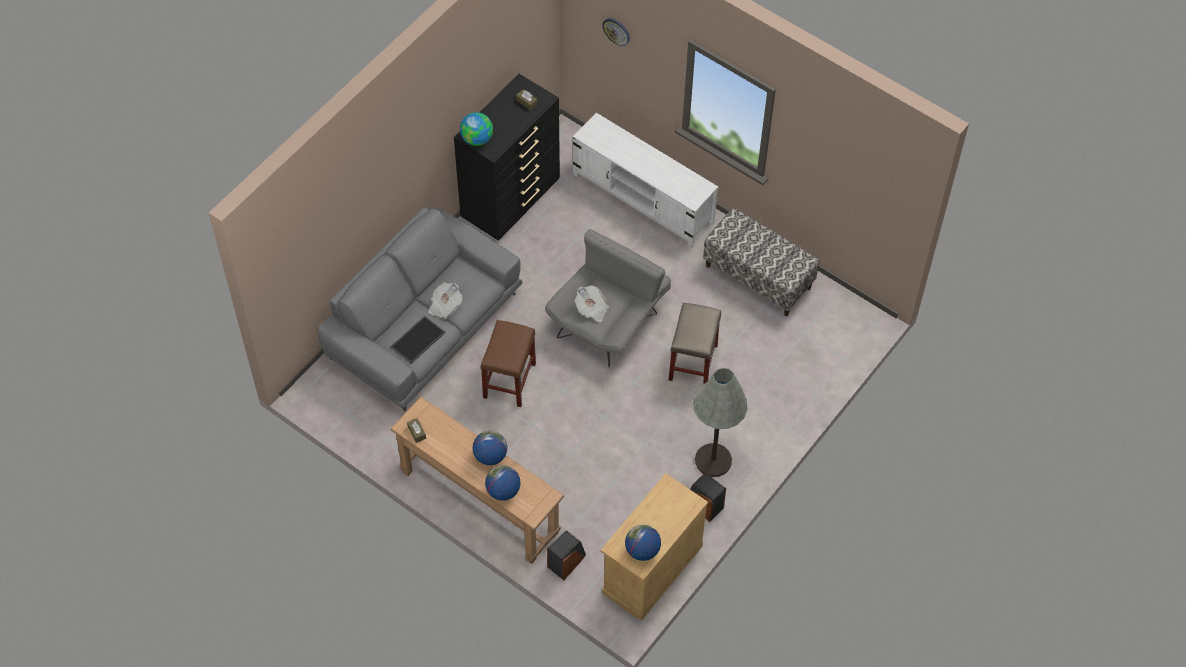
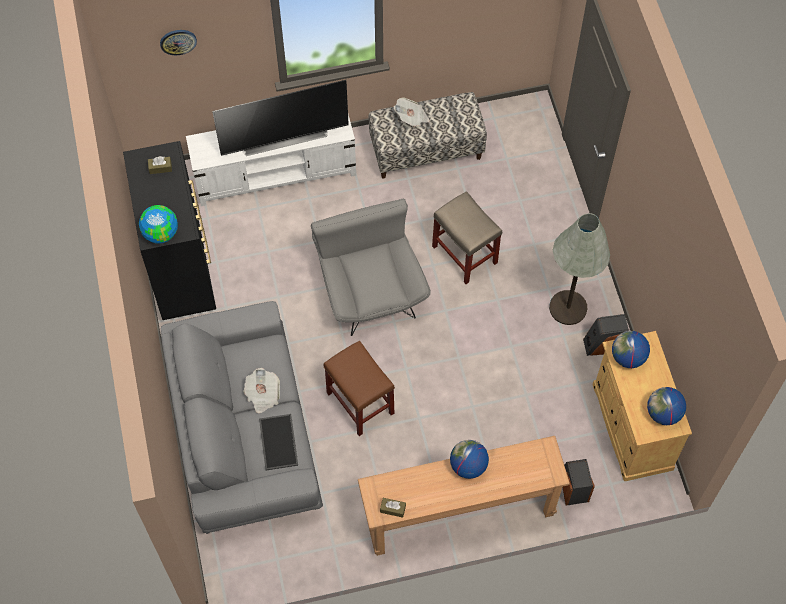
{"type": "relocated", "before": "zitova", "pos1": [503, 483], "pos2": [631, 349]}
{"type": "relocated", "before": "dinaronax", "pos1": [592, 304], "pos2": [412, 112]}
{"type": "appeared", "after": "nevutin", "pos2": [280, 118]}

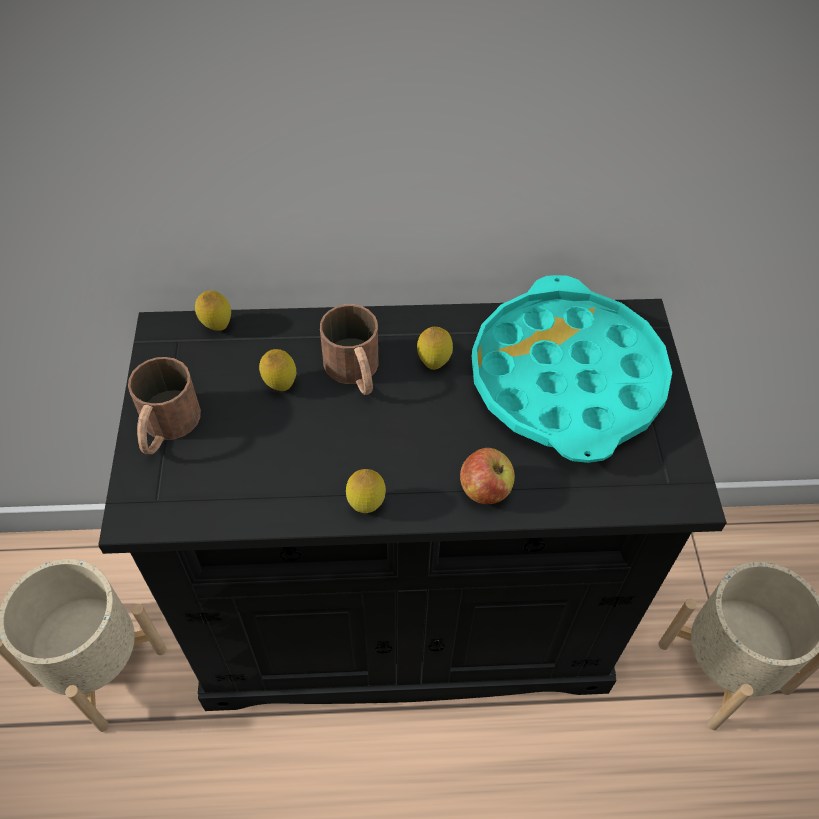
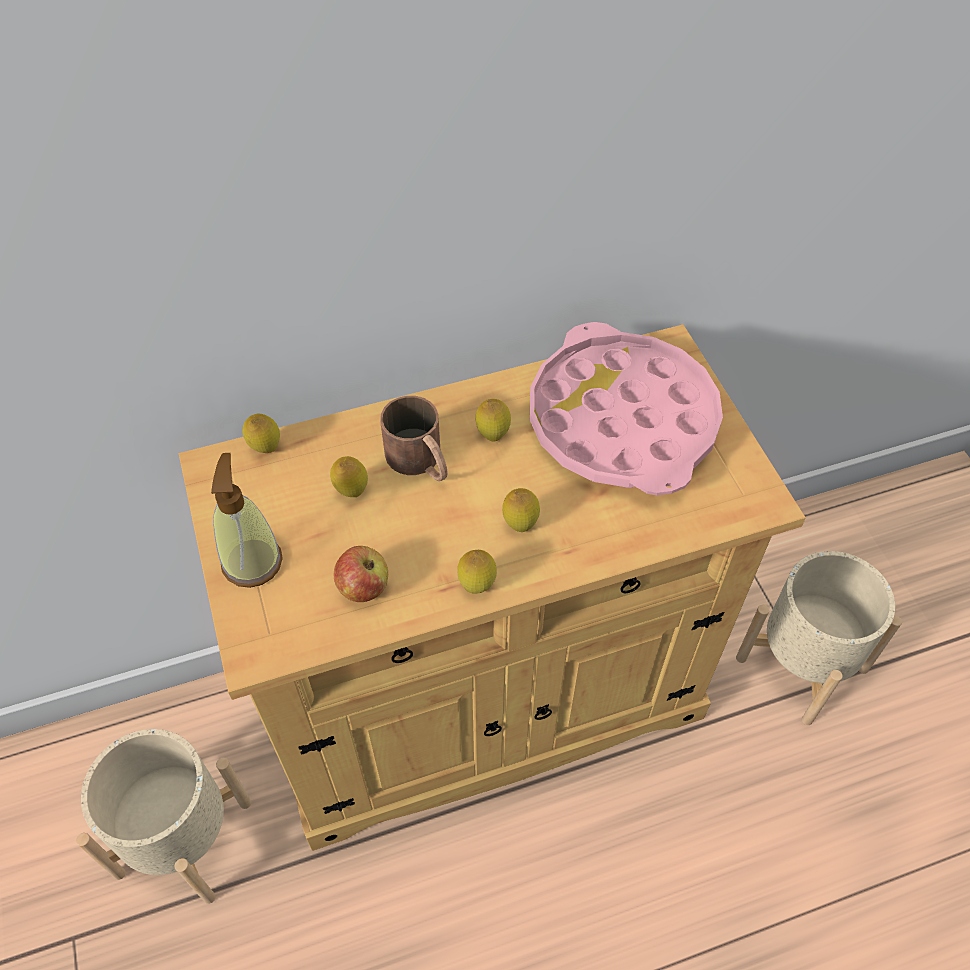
{"type": "colour", "before": "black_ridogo", "after": "beige_ridogo", "pos1": [412, 505], "pos2": [492, 587]}
{"type": "exchanged", "before": "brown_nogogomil", "after": "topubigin", "pos1": [164, 405], "pos2": [247, 520]}
{"type": "relocated", "before": "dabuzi", "pos1": [487, 476], "pos2": [361, 574]}
{"type": "colour", "before": "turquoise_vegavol", "after": "pink_vegavol", "pos1": [572, 369], "pos2": [626, 409]}
{"type": "appeared", "after": "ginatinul", "pos2": [521, 510]}

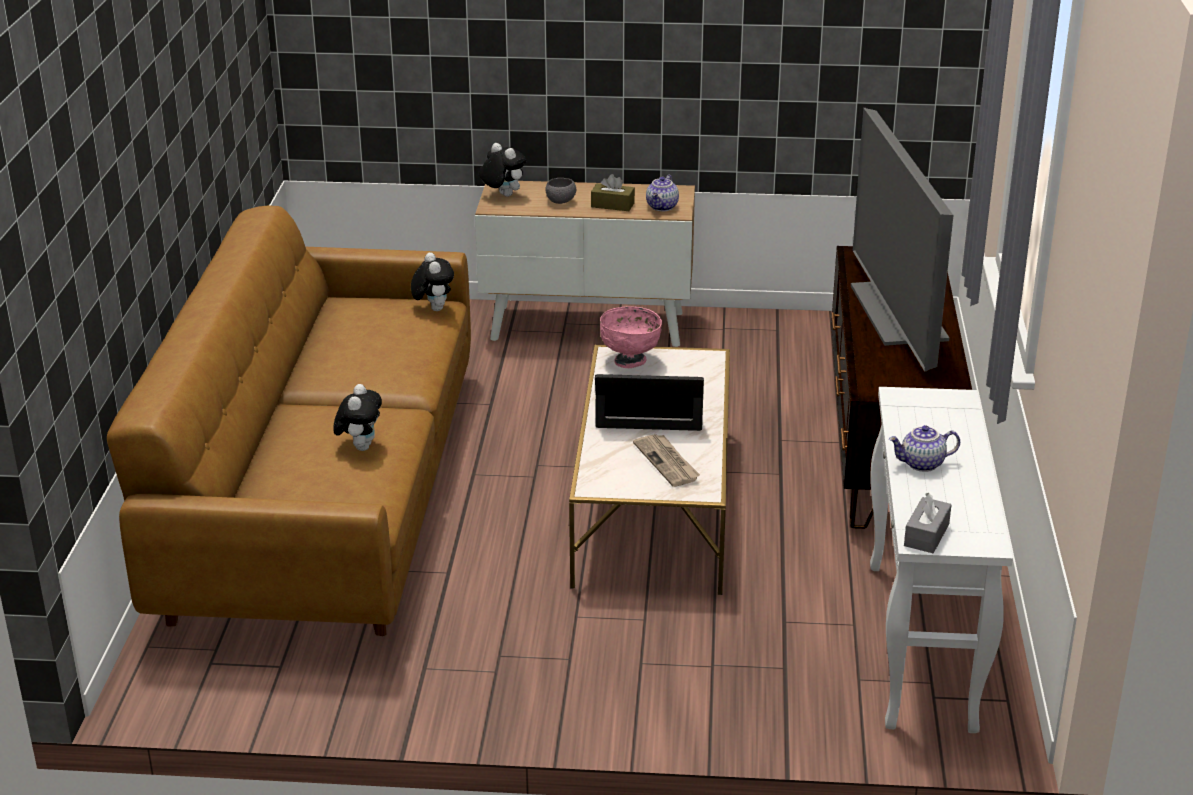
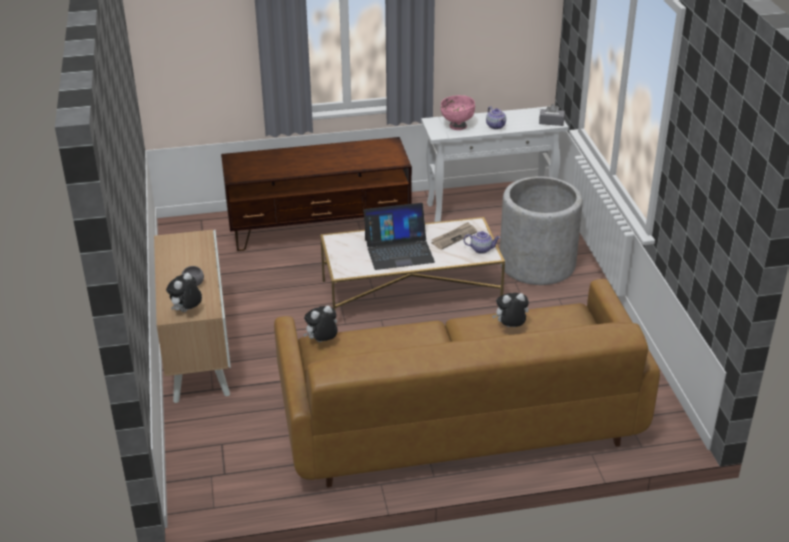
{"type": "missing", "before": "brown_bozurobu", "pos1": [613, 192]}
{"type": "spun", "before": "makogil", "pos1": [649, 402], "pos2": [399, 236], "turn": -90}
{"type": "relocated", "before": "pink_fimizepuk", "pos1": [631, 337], "pos2": [458, 112]}
{"type": "relocated", "before": "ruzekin", "pos1": [662, 193], "pos2": [482, 242]}
{"type": "missing", "before": "nevutin", "pos1": [902, 240]}
{"type": "appeared", "after": "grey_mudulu", "pos2": [541, 230]}

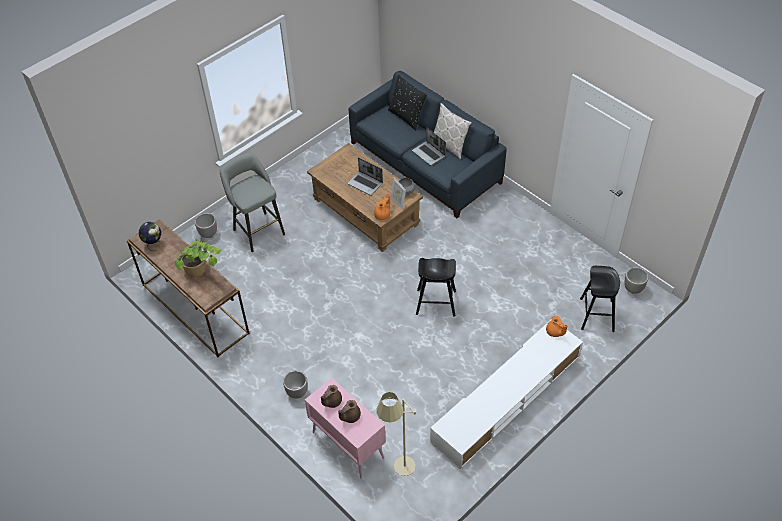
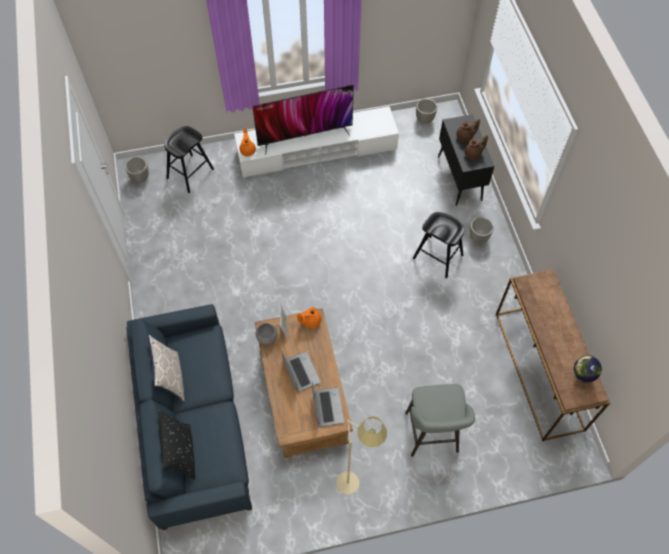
{"type": "missing", "before": "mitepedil", "pos1": [198, 257]}
{"type": "relocated", "before": "mudulu", "pos1": [206, 225], "pos2": [426, 111]}
{"type": "colour", "before": "pink_ridogo", "after": "black_ridogo", "pos1": [345, 428], "pos2": [466, 160]}
{"type": "relocated", "before": "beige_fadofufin", "pos1": [396, 434], "pos2": [362, 455]}
{"type": "relocated", "before": "makogil", "pos1": [429, 146], "pos2": [328, 404]}
{"type": "relocated", "before": "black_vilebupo", "pos1": [436, 287], "pos2": [439, 245]}
{"type": "appeared", "after": "nevutin", "pos2": [303, 117]}

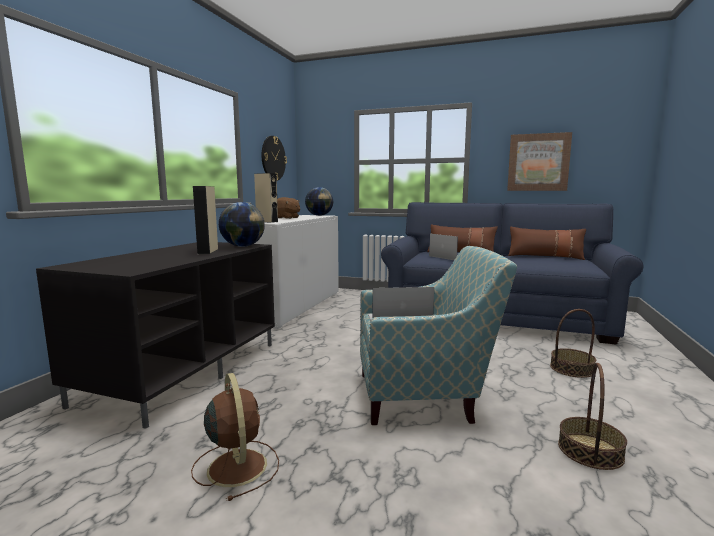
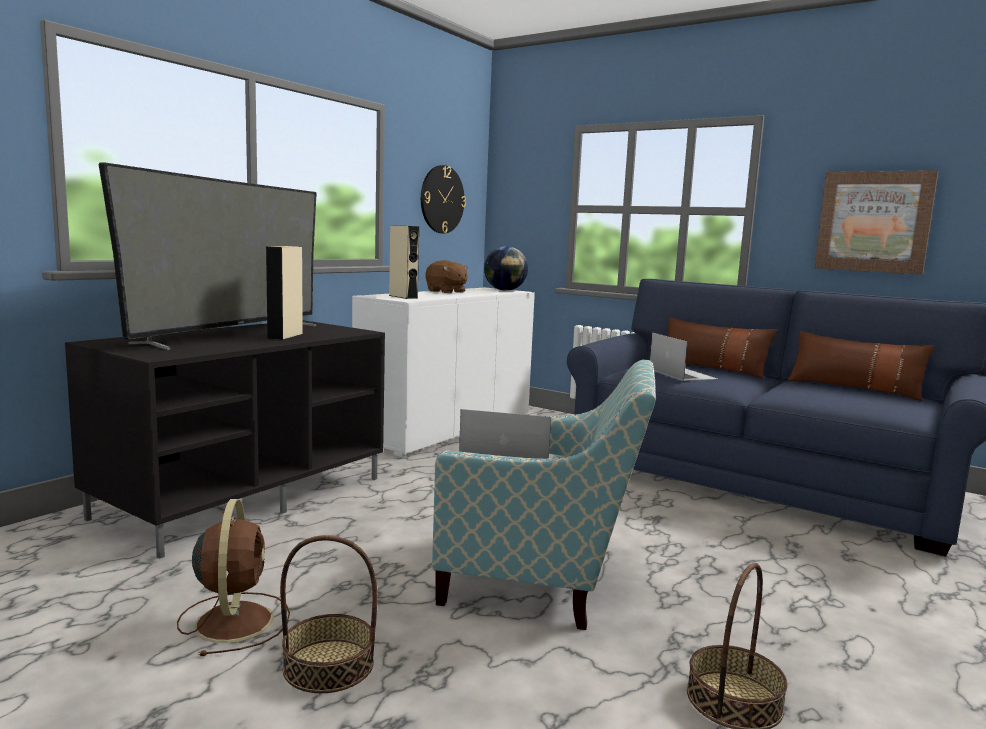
{"type": "missing", "before": "zitova", "pos1": [242, 224]}
{"type": "relocated", "before": "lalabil", "pos1": [573, 343], "pos2": [329, 614]}
{"type": "appeared", "after": "nevutin", "pos2": [208, 256]}

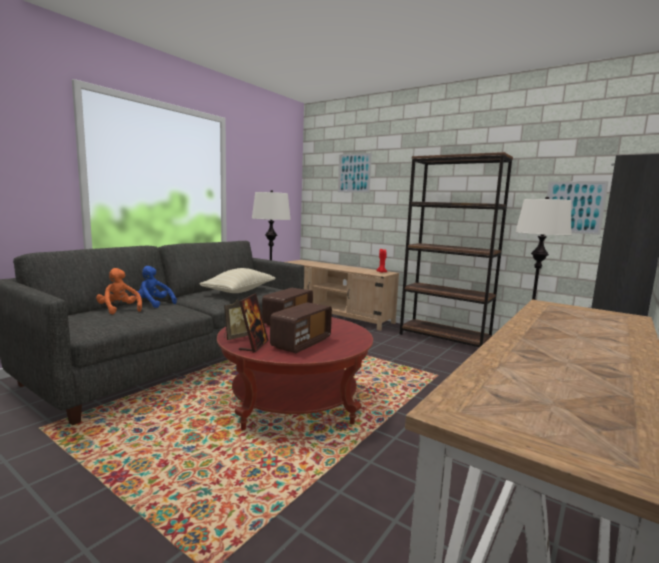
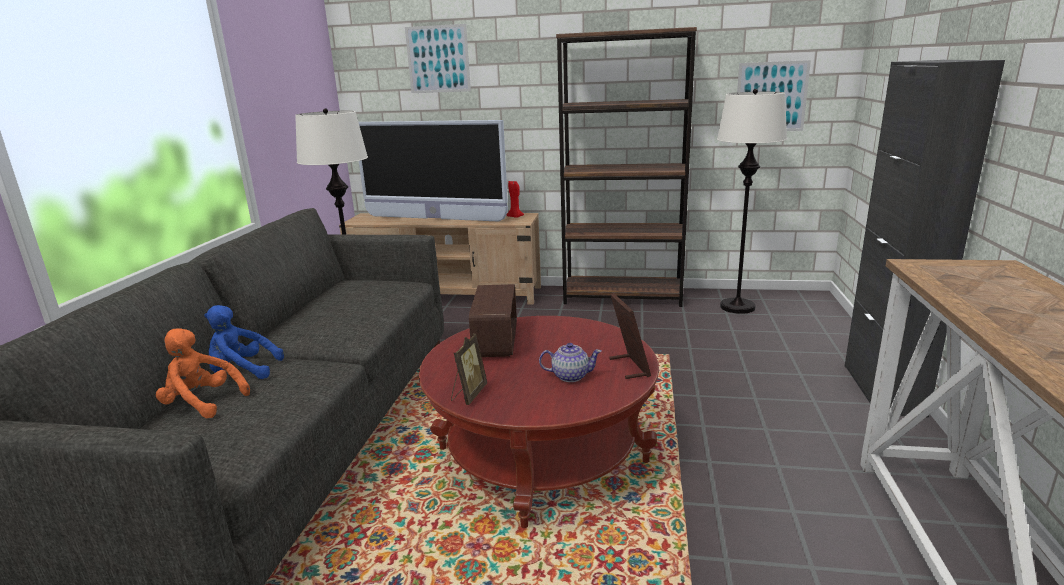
{"type": "missing", "before": "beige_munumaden", "pos1": [237, 280]}
{"type": "relocated", "before": "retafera", "pos1": [254, 323], "pos2": [630, 336]}
{"type": "exchanged", "before": "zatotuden", "after": "ruzekin", "pos1": [301, 327], "pos2": [570, 362]}
{"type": "appeared", "after": "nevutin", "pos2": [433, 171]}

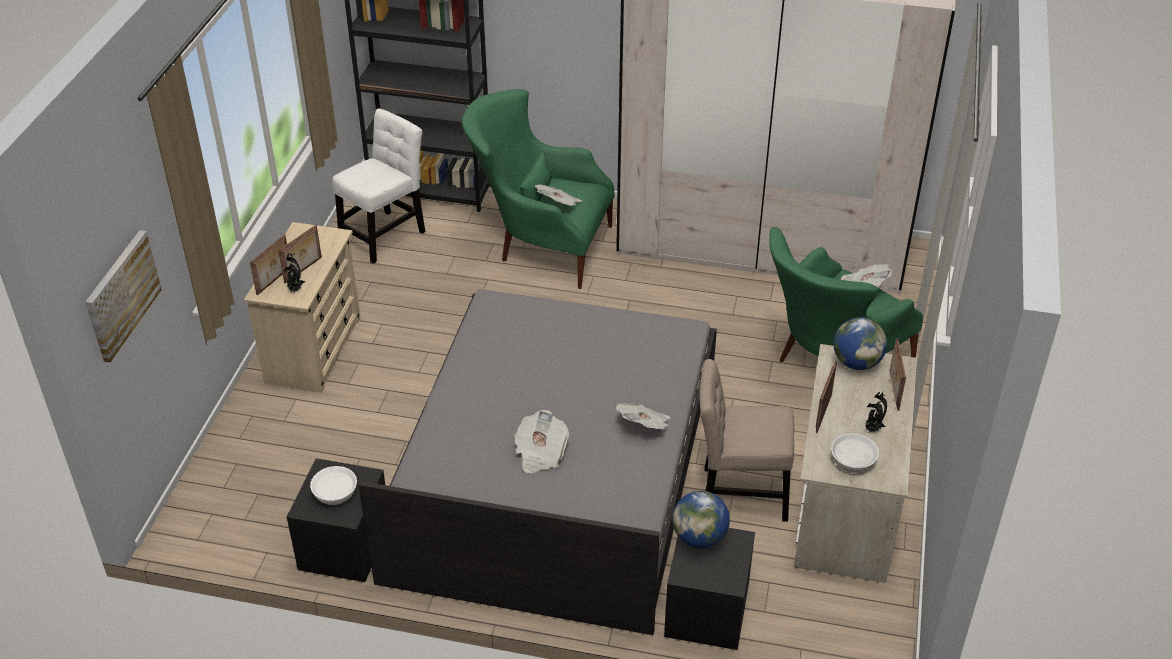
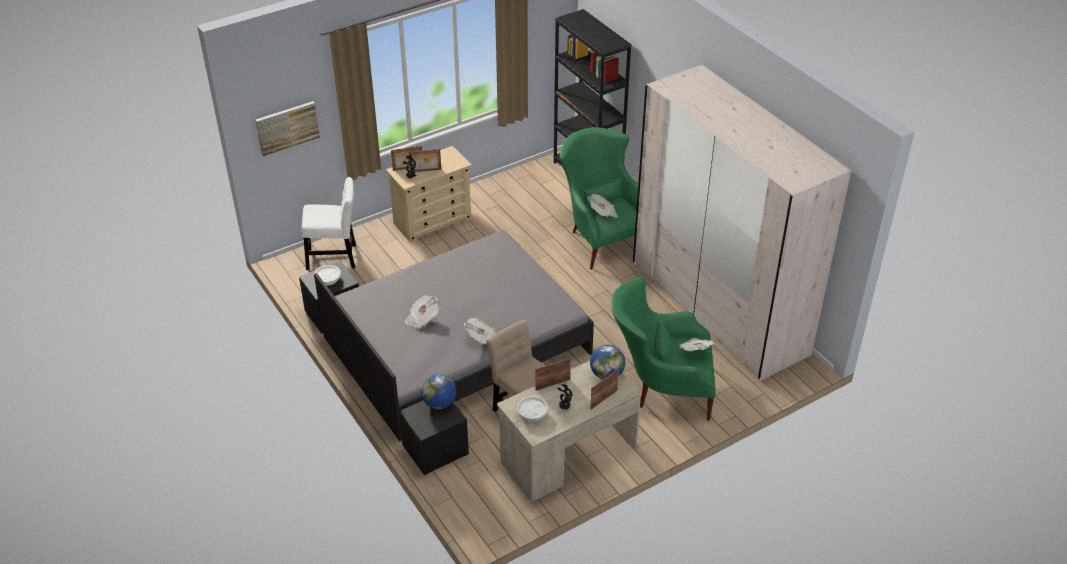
{"type": "relocated", "before": "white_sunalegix", "pos1": [379, 186], "pos2": [329, 223]}

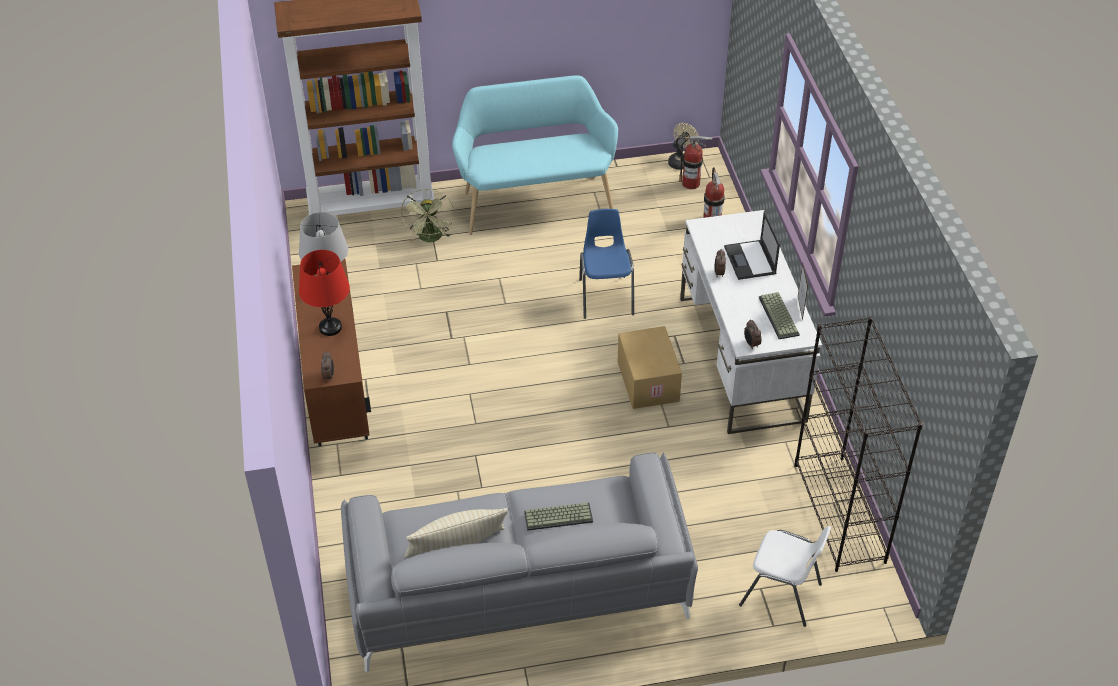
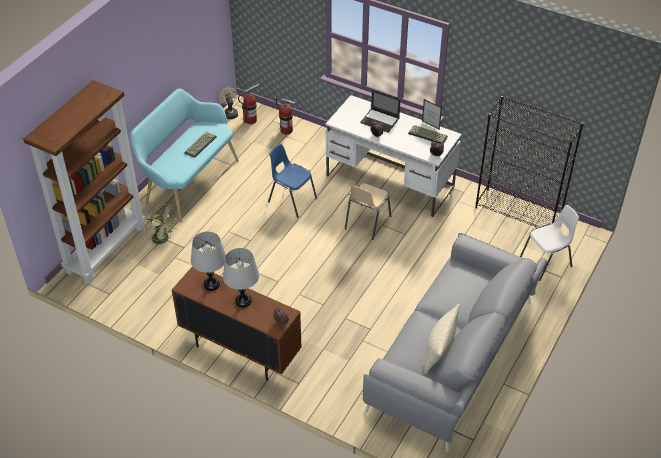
{"type": "colour", "before": "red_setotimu", "after": "grey_setotimu", "pos1": [324, 293], "pos2": [241, 277]}
{"type": "relocated", "before": "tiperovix", "pos1": [558, 516], "pos2": [200, 145]}
{"type": "exchanged", "before": "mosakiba", "after": "beige_sunalegix", "pos1": [650, 367], "pos2": [368, 211]}

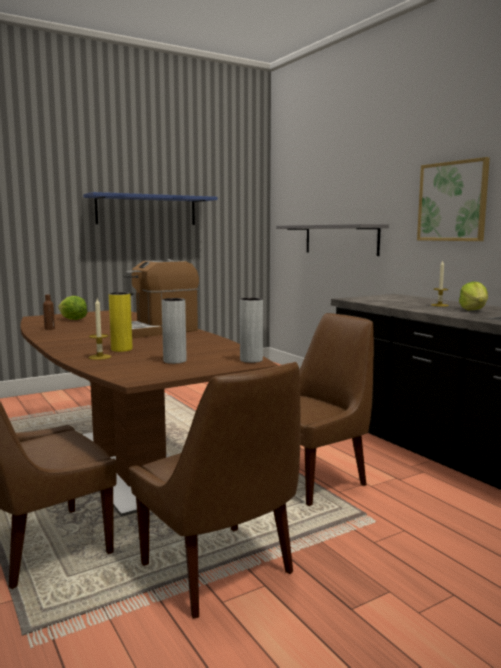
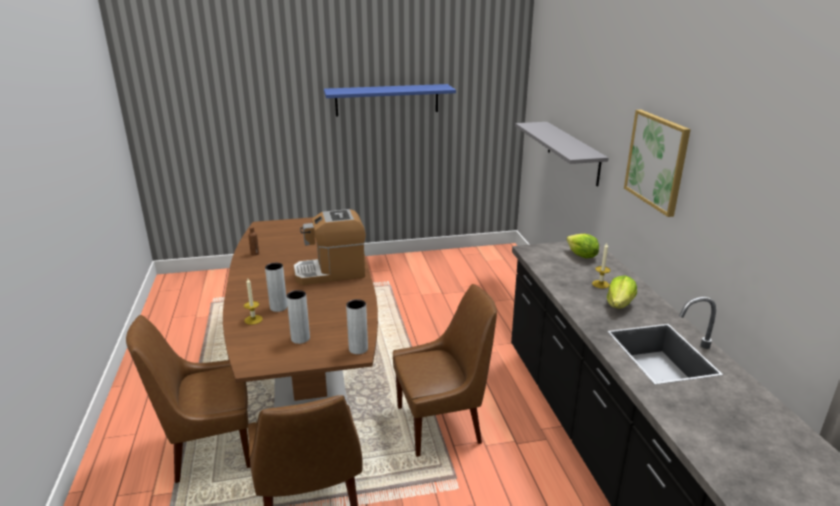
{"type": "relocated", "before": "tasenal", "pos1": [72, 308], "pos2": [582, 246]}
{"type": "colour", "before": "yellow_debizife", "after": "grey_debizife", "pos1": [120, 322], "pos2": [276, 287]}

